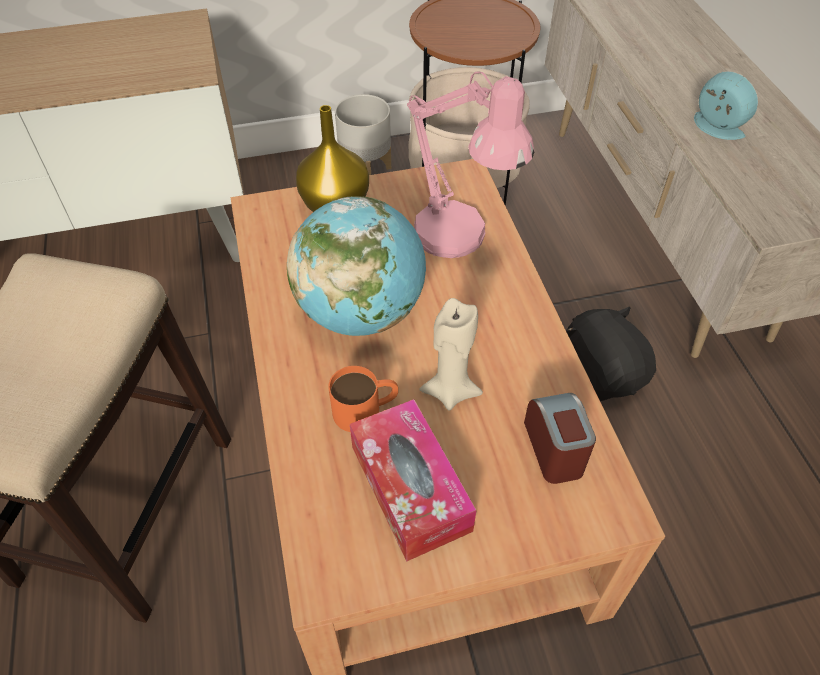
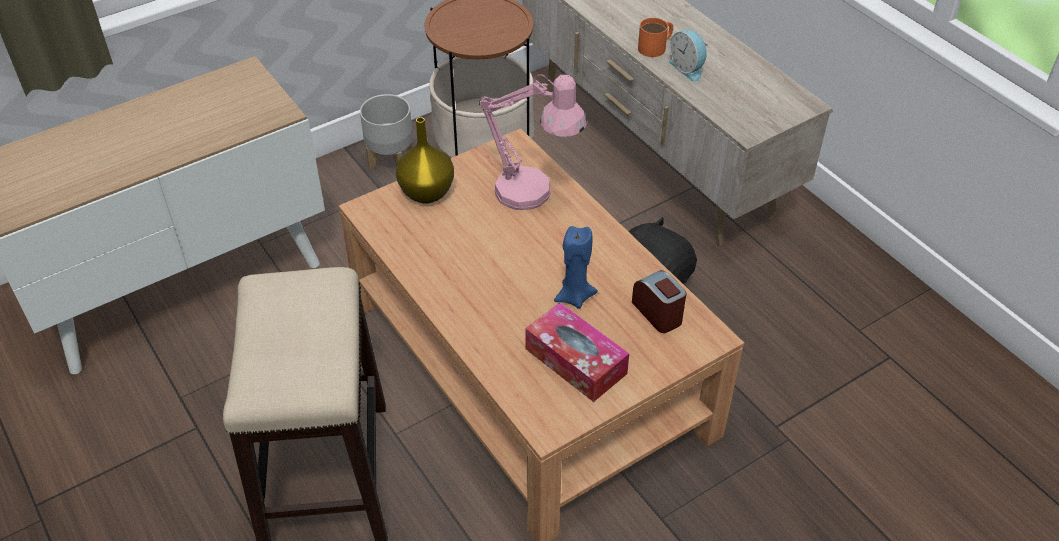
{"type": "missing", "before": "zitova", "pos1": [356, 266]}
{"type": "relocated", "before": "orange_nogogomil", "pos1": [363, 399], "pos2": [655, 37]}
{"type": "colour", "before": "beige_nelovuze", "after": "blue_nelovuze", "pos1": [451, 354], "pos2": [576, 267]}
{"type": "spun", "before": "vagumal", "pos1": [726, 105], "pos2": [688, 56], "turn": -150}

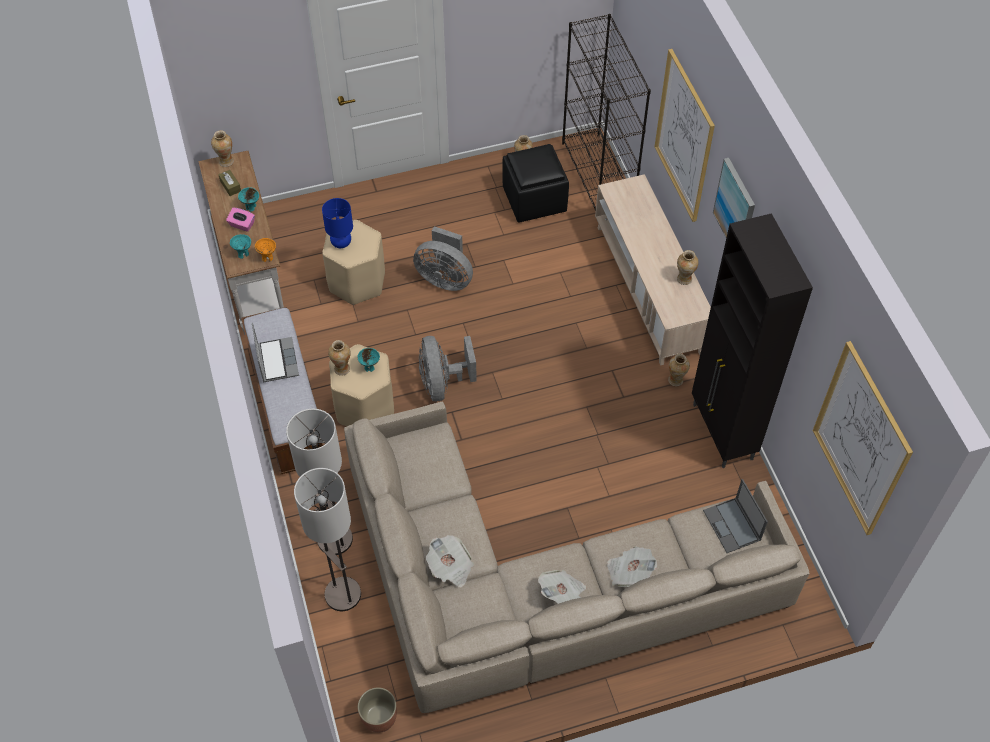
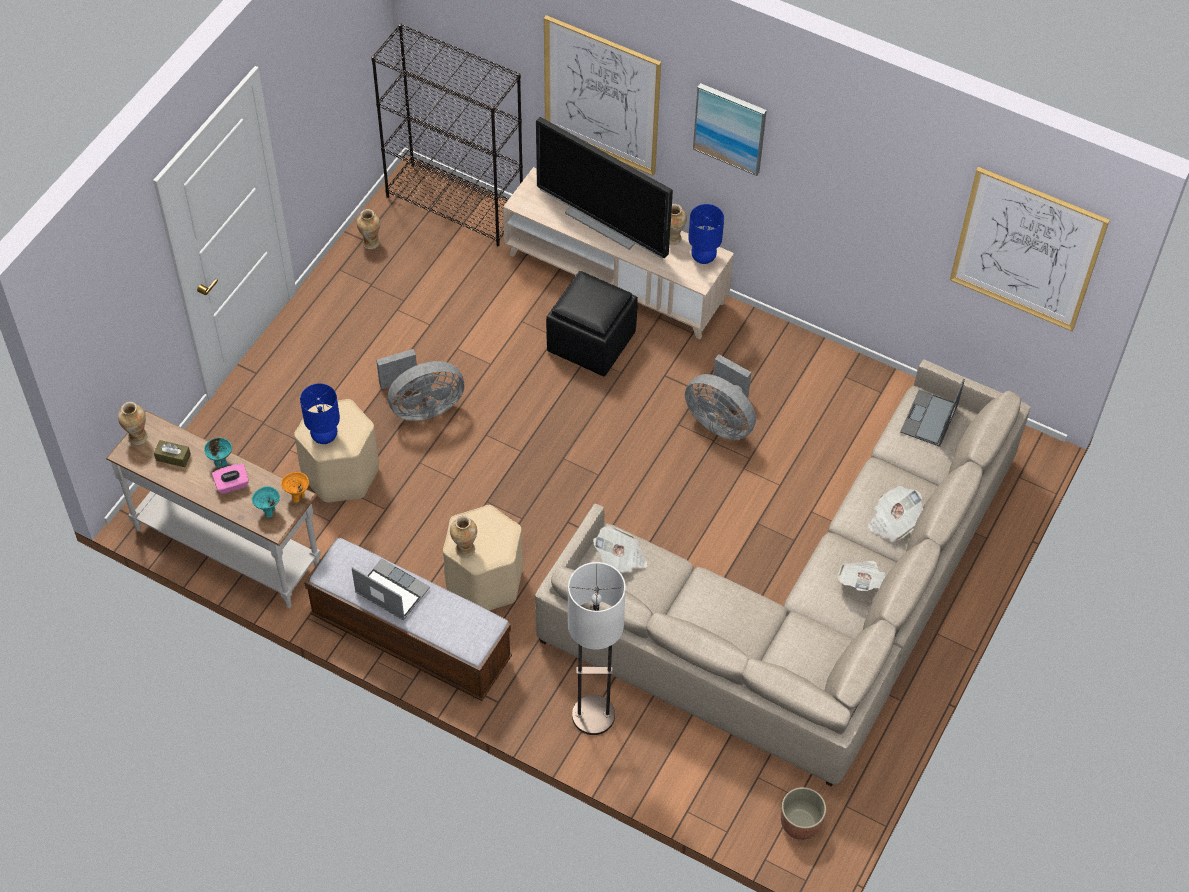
{"type": "missing", "before": "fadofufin", "pos1": [327, 539]}
{"type": "missing", "before": "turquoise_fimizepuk", "pos1": [369, 360]}
{"type": "relocated", "before": "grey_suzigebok", "pos1": [448, 368], "pos2": [720, 397]}
{"type": "relocated", "before": "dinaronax", "pos1": [450, 561], "pos2": [620, 549]}
{"type": "relocated", "before": "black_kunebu", "pos1": [535, 183], "pos2": [592, 323]}
{"type": "missing", "before": "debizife", "pos1": [679, 370]}
{"type": "missing", "before": "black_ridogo", "pos1": [752, 340]}
{"type": "spun", "before": "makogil", "pos1": [735, 516], "pos2": [932, 412], "turn": 90}
{"type": "appeared", "after": "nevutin", "pos2": [604, 188]}
{"type": "appeared", "after": "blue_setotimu", "pos2": [706, 234]}

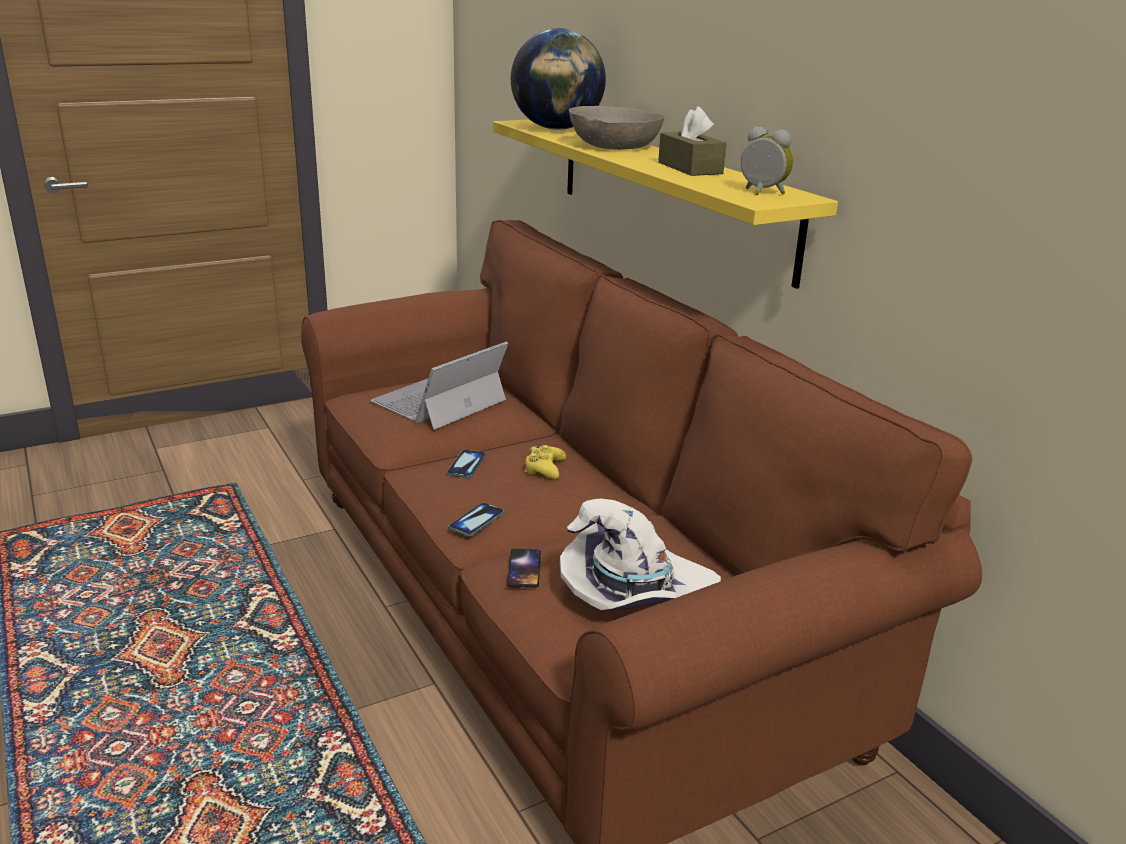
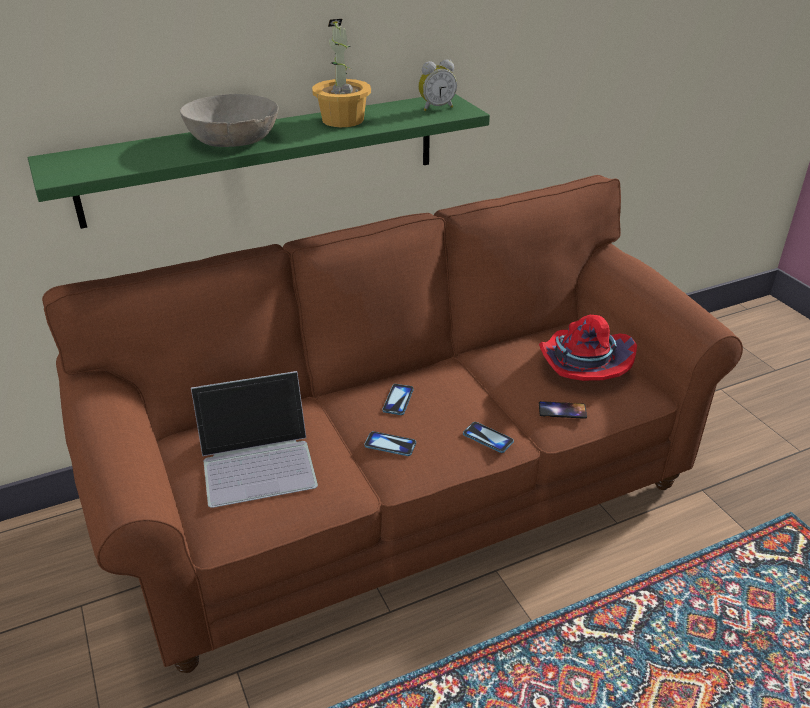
{"type": "spun", "before": "makogil", "pos1": [440, 385], "pos2": [254, 439], "turn": -60}
{"type": "colour", "before": "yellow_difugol", "after": "green_difugol", "pos1": [665, 204], "pos2": [259, 161]}
{"type": "missing", "before": "zitova", "pos1": [558, 79]}
{"type": "exchanged", "before": "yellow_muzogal", "after": "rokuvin", "pos1": [545, 462], "pos2": [398, 399]}
{"type": "colour", "before": "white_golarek", "after": "red_golarek", "pos1": [640, 554], "pos2": [588, 348]}
{"type": "exchanged", "before": "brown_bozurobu", "after": "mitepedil", "pos1": [692, 141], "pos2": [341, 73]}
{"type": "spun", "before": "vagumal", "pos1": [767, 160], "pos2": [437, 85], "turn": -150}

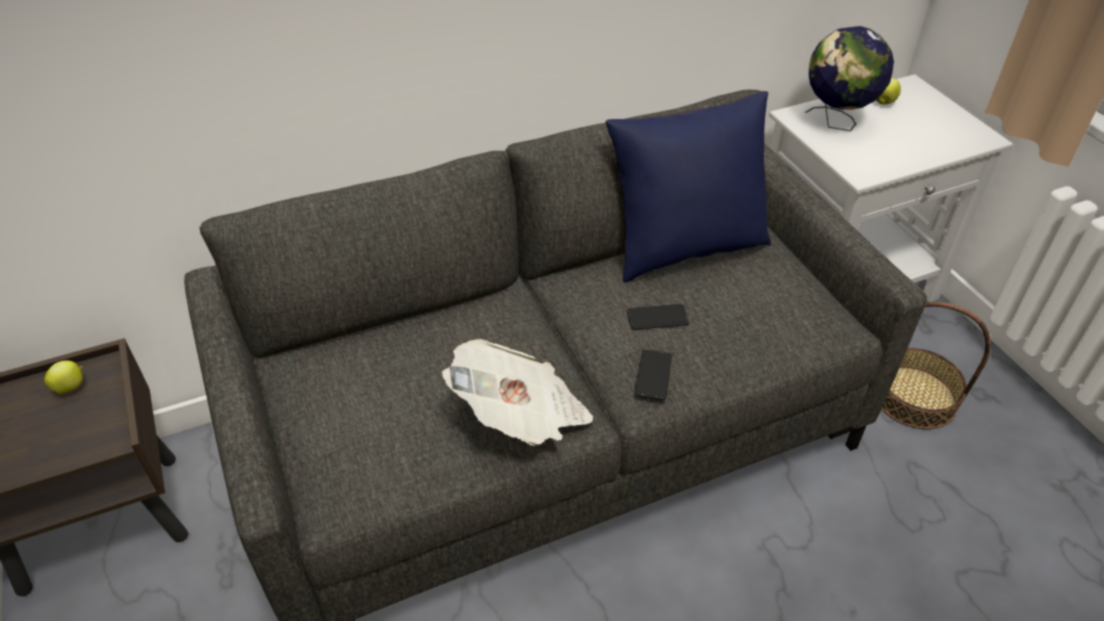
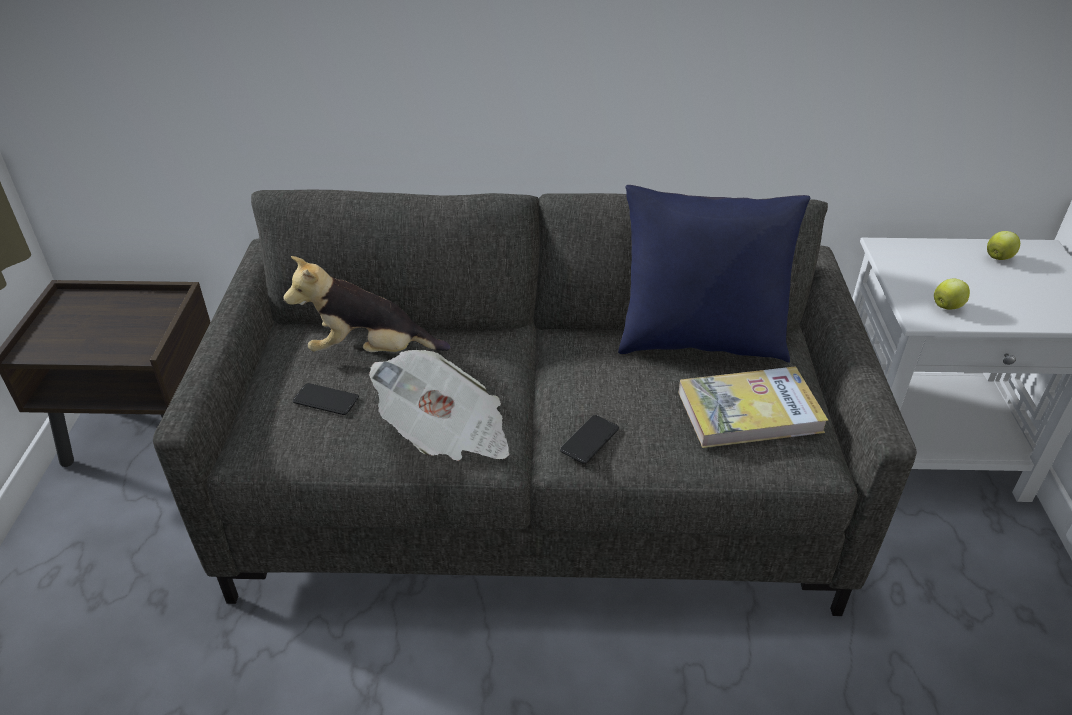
{"type": "relocated", "before": "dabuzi", "pos1": [63, 377], "pos2": [952, 294]}
{"type": "relocated", "before": "rokuvin", "pos1": [658, 317], "pos2": [325, 399]}
{"type": "missing", "before": "zitova", "pos1": [849, 78]}
{"type": "missing", "before": "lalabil", "pos1": [936, 365]}
{"type": "appeared", "after": "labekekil", "pos2": [367, 304]}
{"type": "appeared", "after": "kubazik", "pos2": [753, 407]}

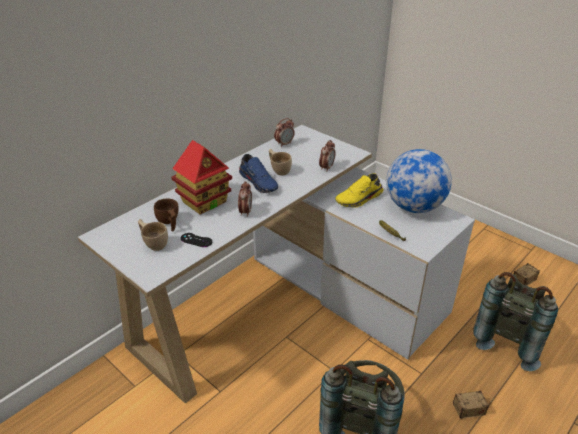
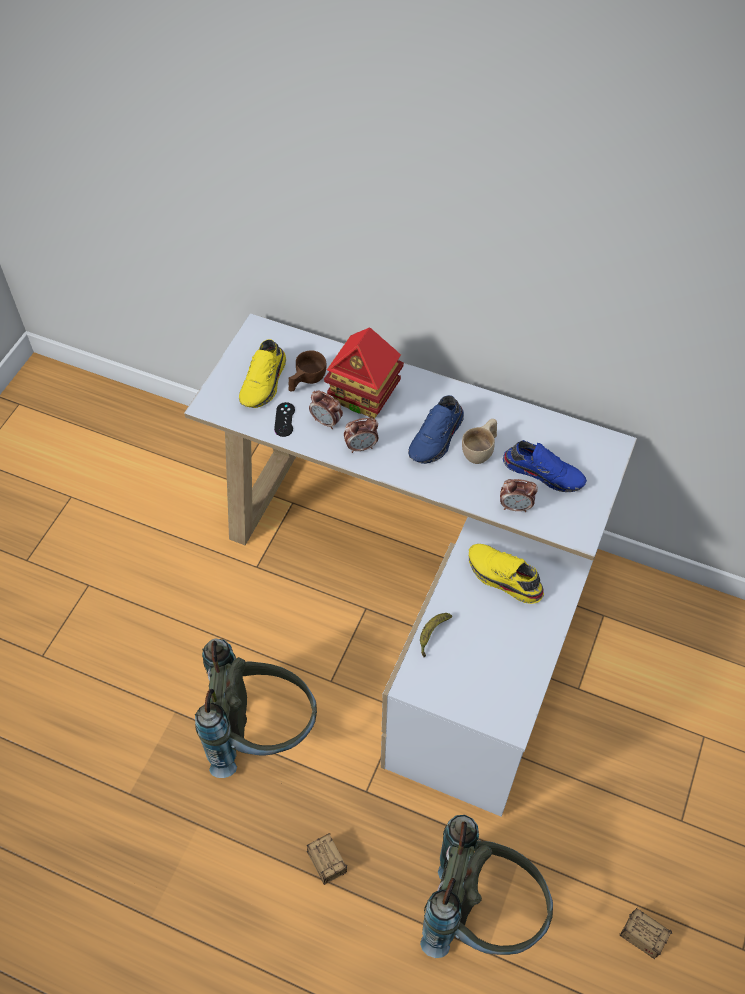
{"type": "exchanged", "before": "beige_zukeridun", "after": "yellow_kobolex", "pos1": [153, 235], "pos2": [262, 373]}
{"type": "relocated", "before": "vagumal", "pos1": [284, 132], "pos2": [326, 410]}
{"type": "missing", "before": "zitova", "pos1": [419, 181]}
{"type": "appeared", "after": "blue_kobolex", "pos2": [545, 466]}

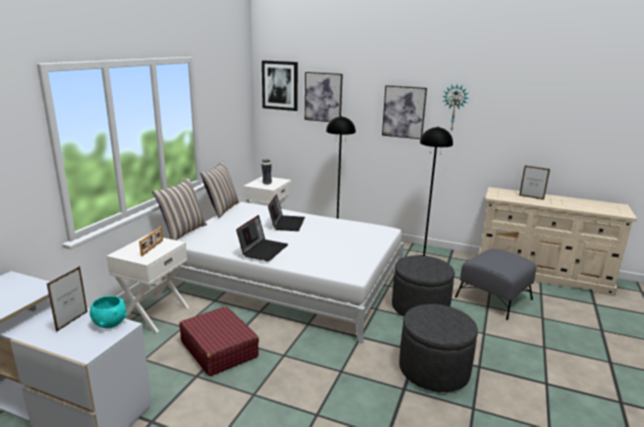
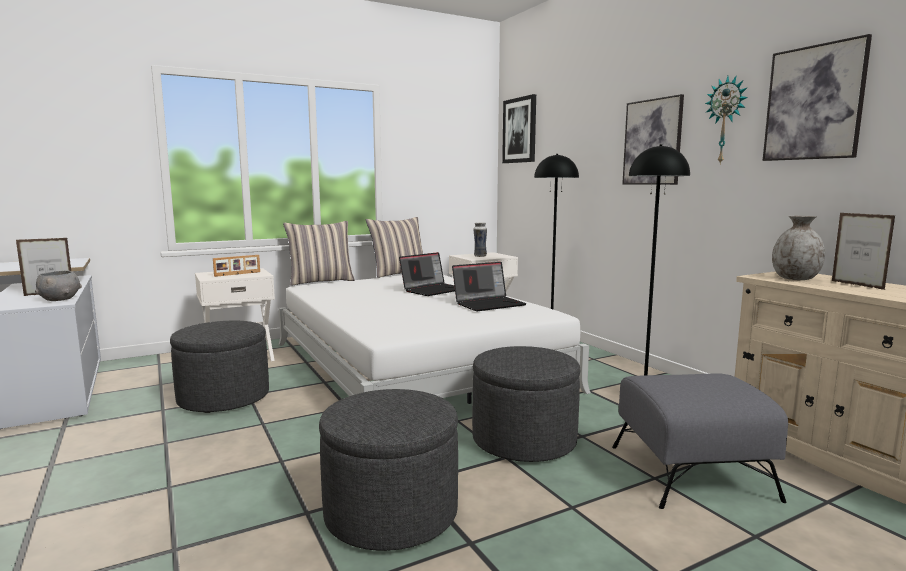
{"type": "colour", "before": "turquoise_fimizepuk", "after": "grey_fimizepuk", "pos1": [108, 312], "pos2": [58, 286]}
{"type": "exchanged", "before": "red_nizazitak", "after": "grey_kunebu", "pos1": [219, 341], "pos2": [219, 367]}
{"type": "relocated", "before": "makogil", "pos1": [262, 238], "pos2": [489, 286]}
{"type": "relocated", "before": "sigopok", "pos1": [324, 97], "pos2": [817, 97]}
{"type": "appeared", "after": "grey_debizife", "pos2": [798, 248]}

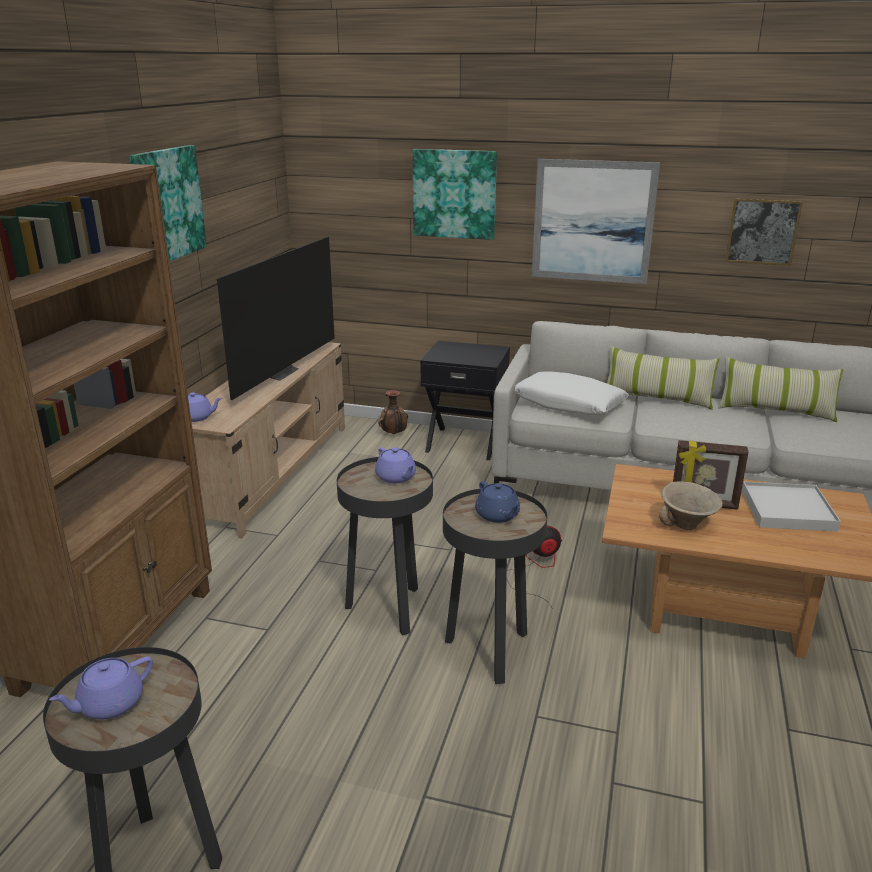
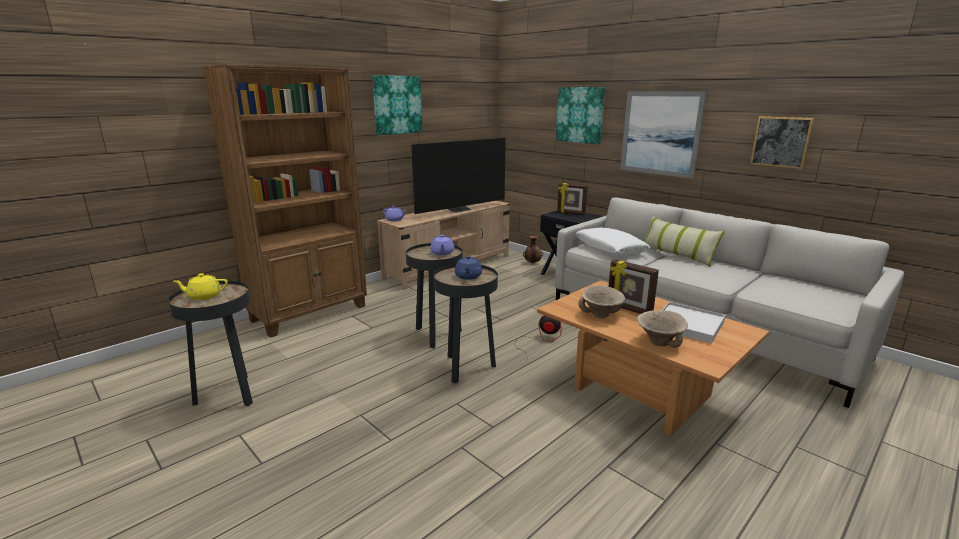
{"type": "colour", "before": "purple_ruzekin", "after": "yellow_ruzekin", "pos1": [101, 687], "pos2": [200, 286]}
{"type": "missing", "before": "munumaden", "pos1": [780, 389]}
{"type": "appeared", "after": "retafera", "pos2": [572, 199]}
{"type": "appeared", "after": "beige_fimizepuk", "pos2": [662, 328]}

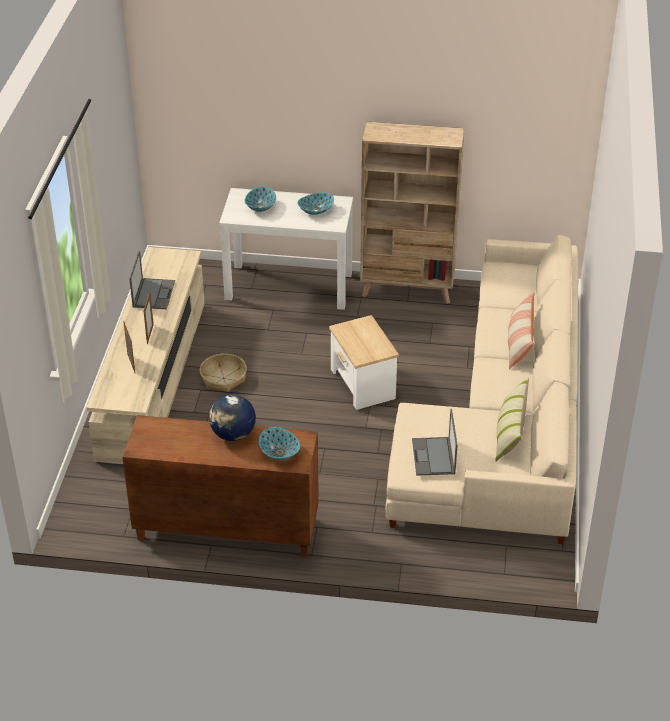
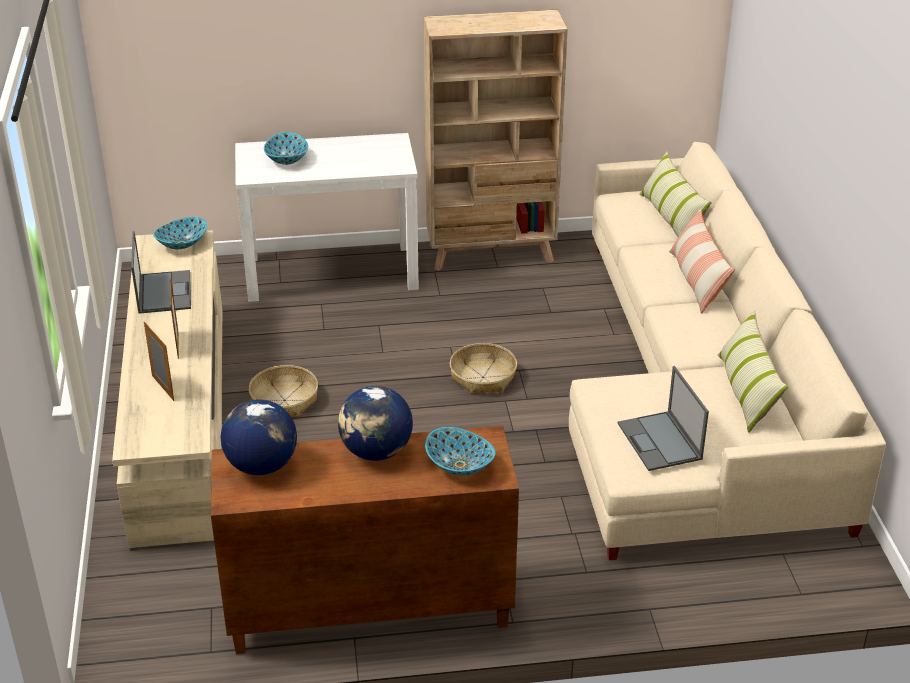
{"type": "relocated", "before": "fimizepuk", "pos1": [315, 203], "pos2": [180, 232]}
{"type": "exchanged", "before": "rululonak", "after": "lalabil", "pos1": [364, 362], "pos2": [483, 369]}
{"type": "appeared", "after": "zitova", "pos2": [259, 437]}
{"type": "appeared", "after": "munumaden", "pos2": [675, 194]}

